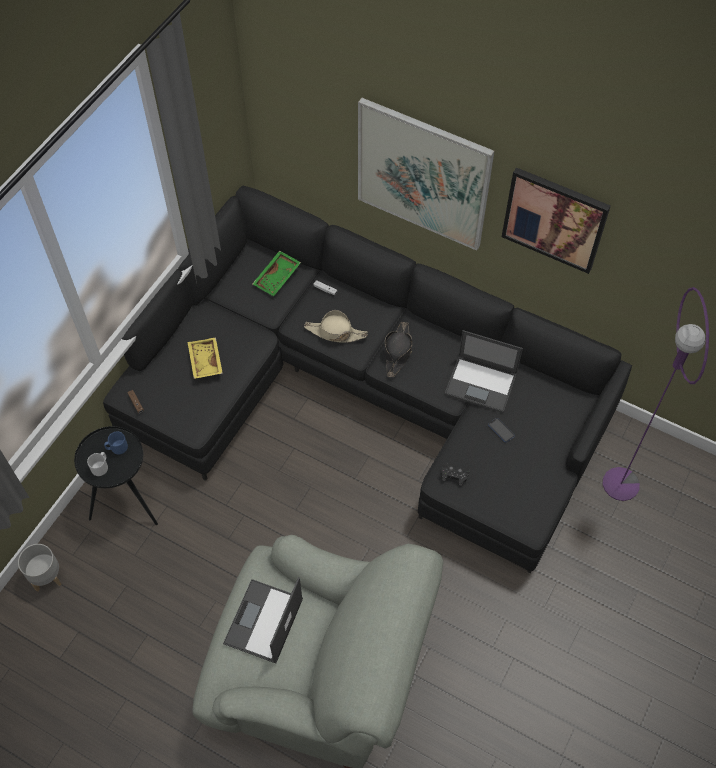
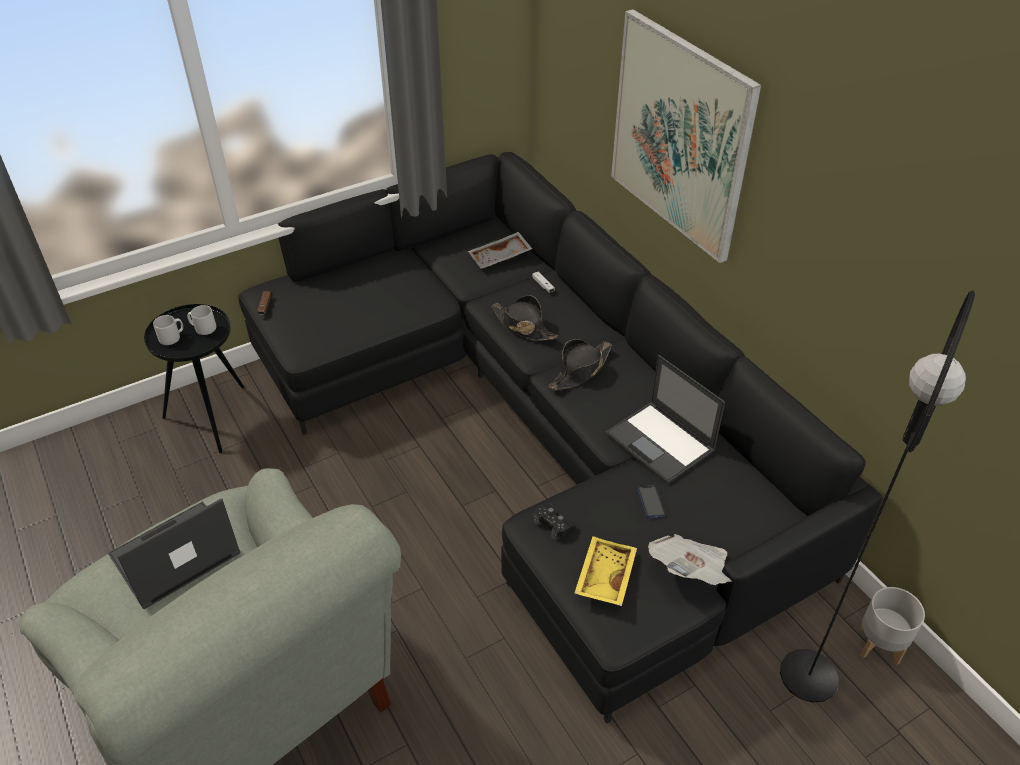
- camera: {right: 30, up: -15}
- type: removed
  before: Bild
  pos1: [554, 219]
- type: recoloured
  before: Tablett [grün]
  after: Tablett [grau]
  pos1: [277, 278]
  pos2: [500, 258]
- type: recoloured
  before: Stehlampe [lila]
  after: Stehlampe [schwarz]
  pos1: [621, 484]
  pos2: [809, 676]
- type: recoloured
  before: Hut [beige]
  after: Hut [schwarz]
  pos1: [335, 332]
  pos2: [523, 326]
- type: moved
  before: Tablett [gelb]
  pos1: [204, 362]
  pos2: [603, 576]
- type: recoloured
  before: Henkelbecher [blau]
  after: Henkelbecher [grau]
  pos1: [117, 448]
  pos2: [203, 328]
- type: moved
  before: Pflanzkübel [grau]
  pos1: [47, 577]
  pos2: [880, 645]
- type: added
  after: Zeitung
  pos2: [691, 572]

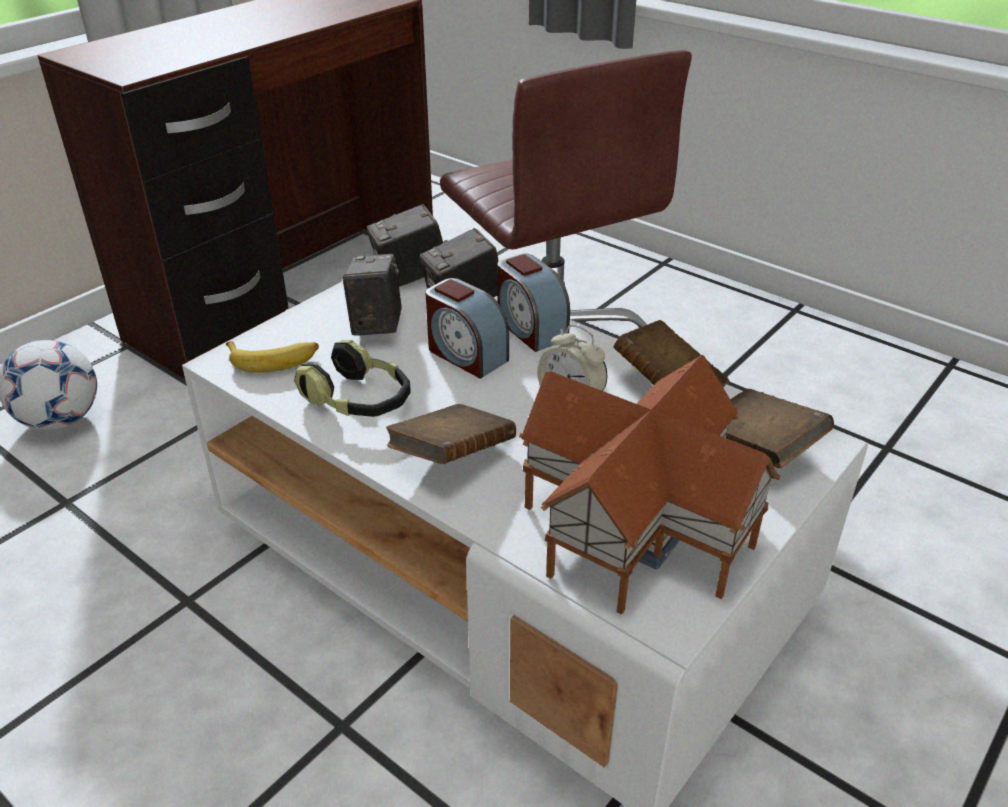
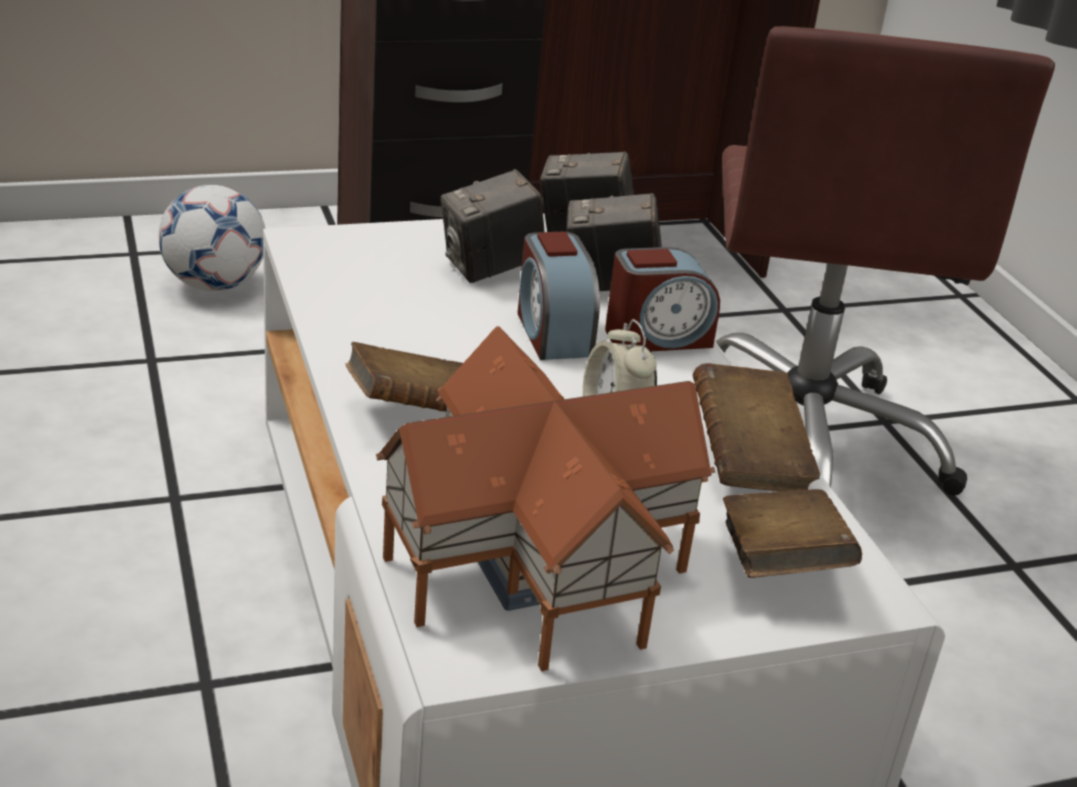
- camera: {right: 30, up: -5}
- type: turned
  before: Kamera
  pos1: [376, 325]
  pos2: [490, 268]
  turn: -150
- type: turned
  before: Wecker
  pos1: [530, 328]
  pos2: [657, 337]
  turn: -105
- type: removed
  before: Kopfhörer
  pos1: [359, 401]
- type: removed
  before: Banane
  pos1: [274, 360]

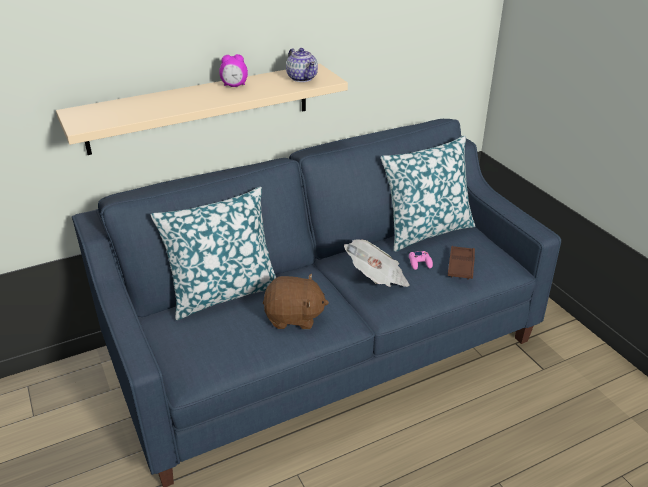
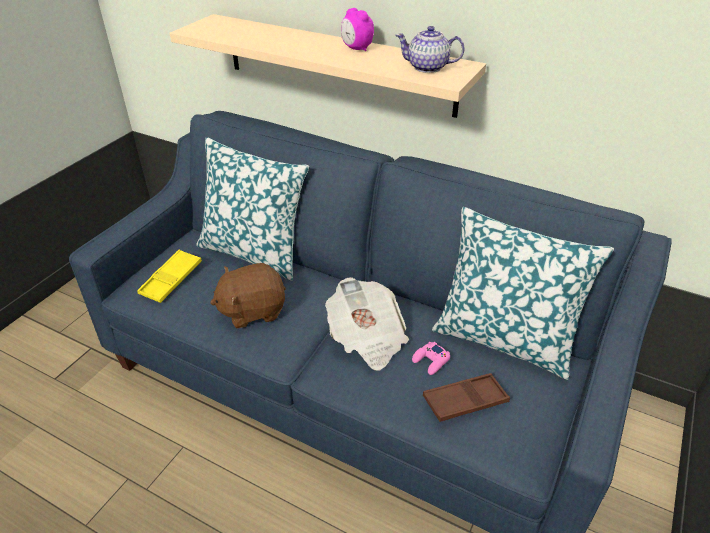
- camera: {right: 55, up: 5}
- type: turned
  before: Teekanne
  pos1: [302, 78]
  pos2: [428, 68]
  turn: 75
- type: turned
  before: Plüschtier [braun]
  pos1: [294, 317]
  pos2: [252, 310]
  turn: 105
- type: added
  after: Tablett [gelb]
  pos2: [171, 279]

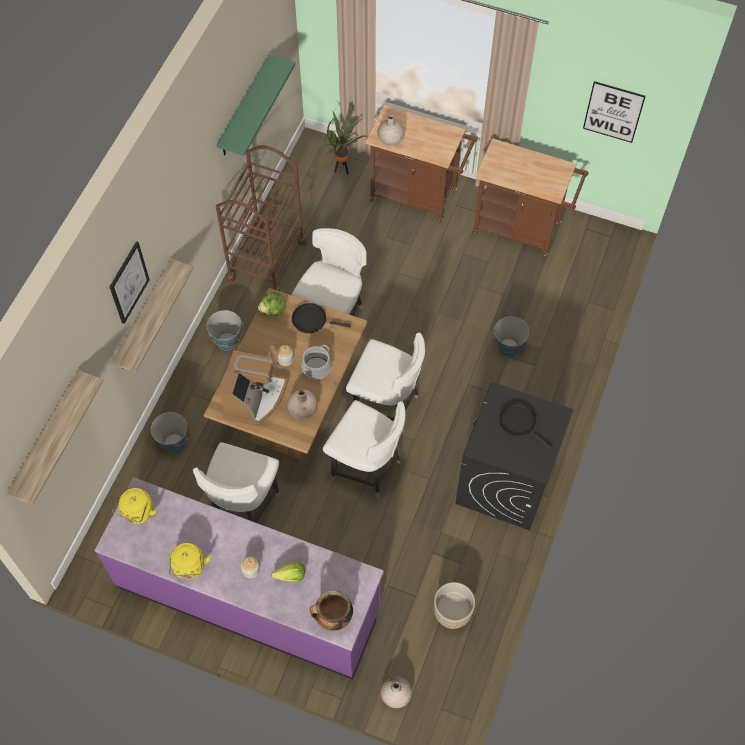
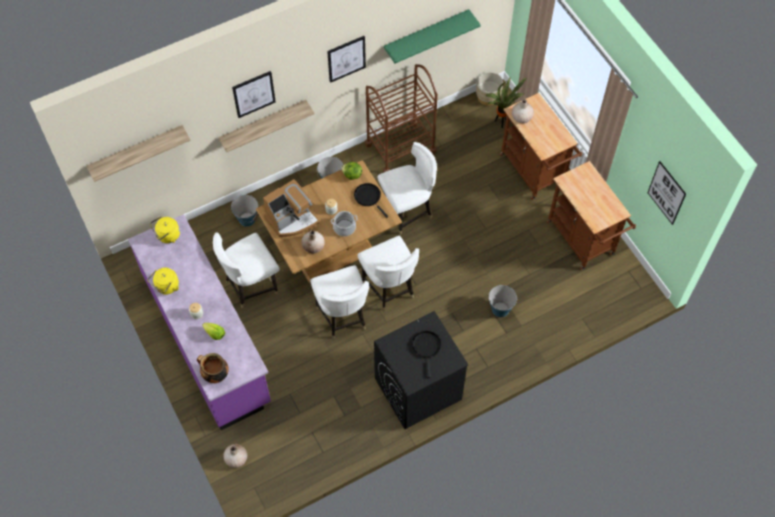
- camera: {right: 40, up: 0}
- type: moved
  before: Pflanzkübel [beige]
  pos1: [452, 613]
  pos2: [488, 97]
- type: added
  after: Bild
  pos2: [346, 58]

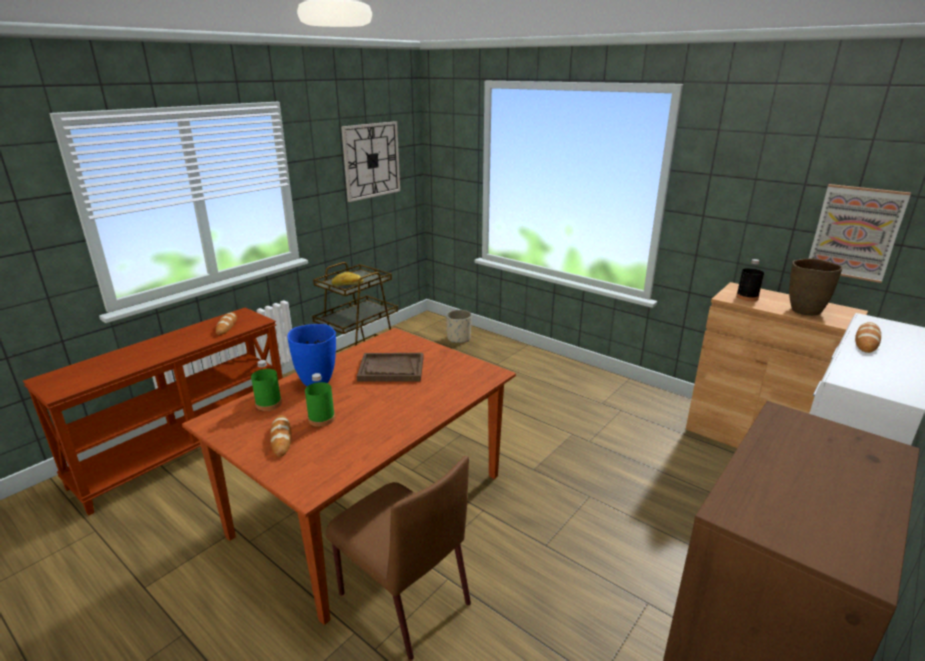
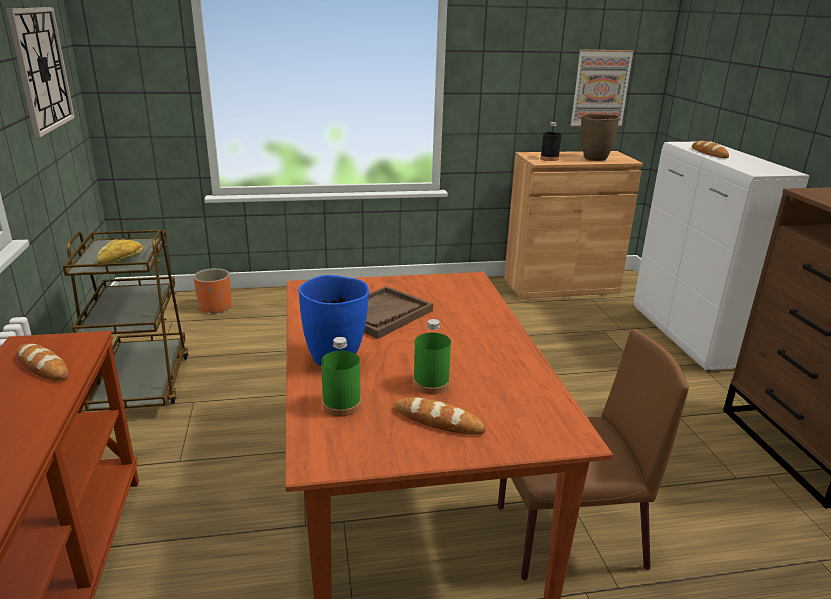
- camera: {right: -50, up: 0}
- type: recoloured
  before: Pflanzkübel [beige]
  after: Pflanzkübel [orange]
  pos1: [458, 338]
  pos2: [215, 307]

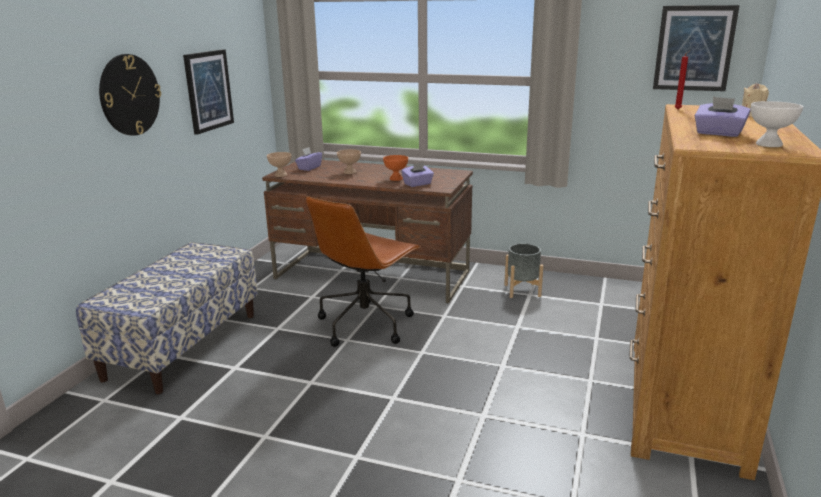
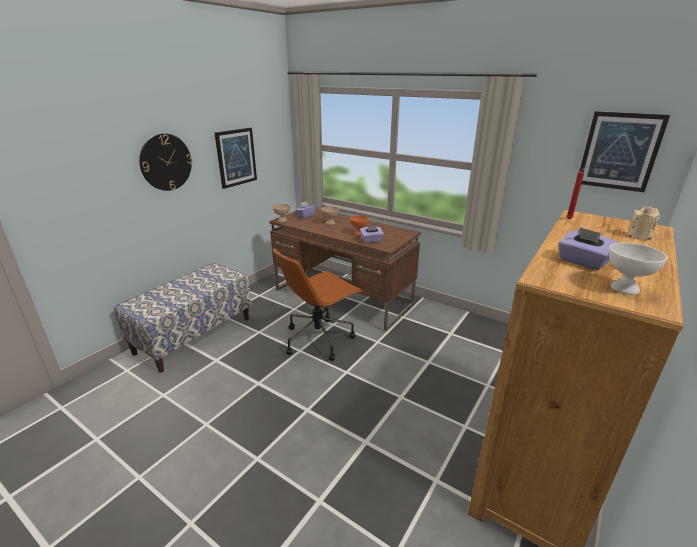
- camera: {right: 15, up: 5}
- type: removed
  before: Pflanzkübel [grau]
  pos1: [522, 290]

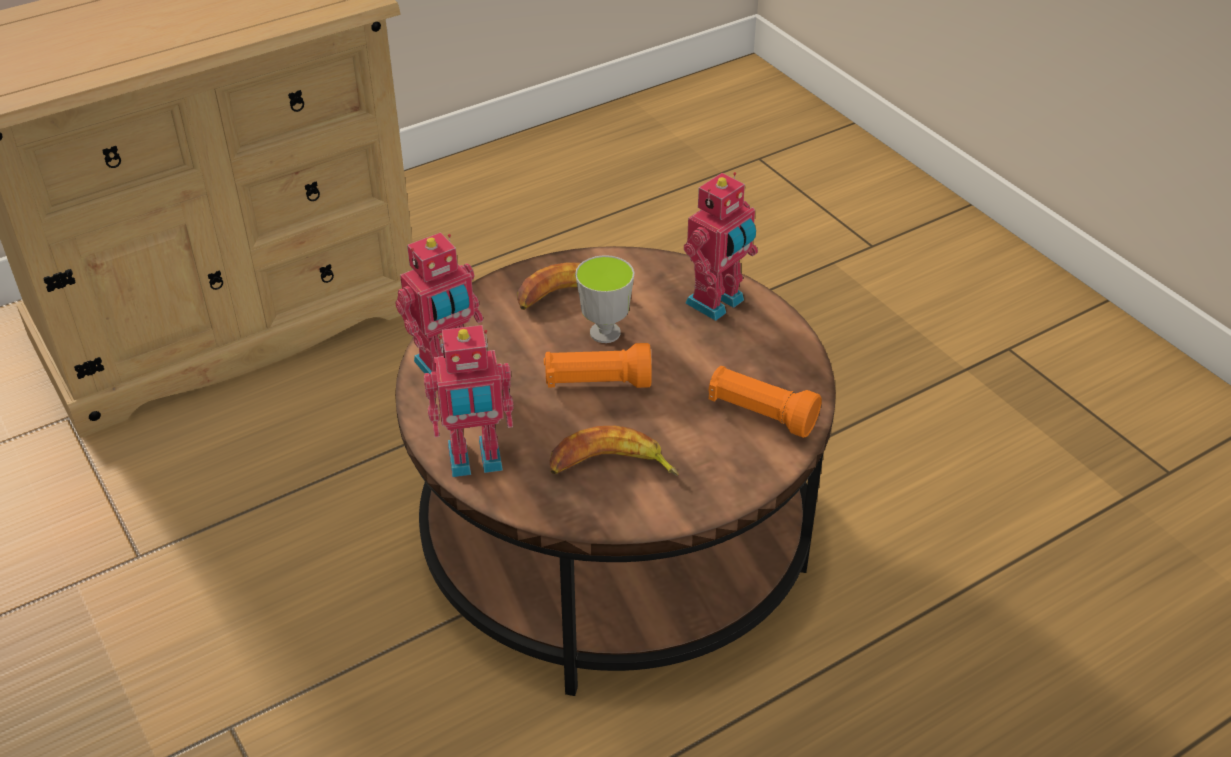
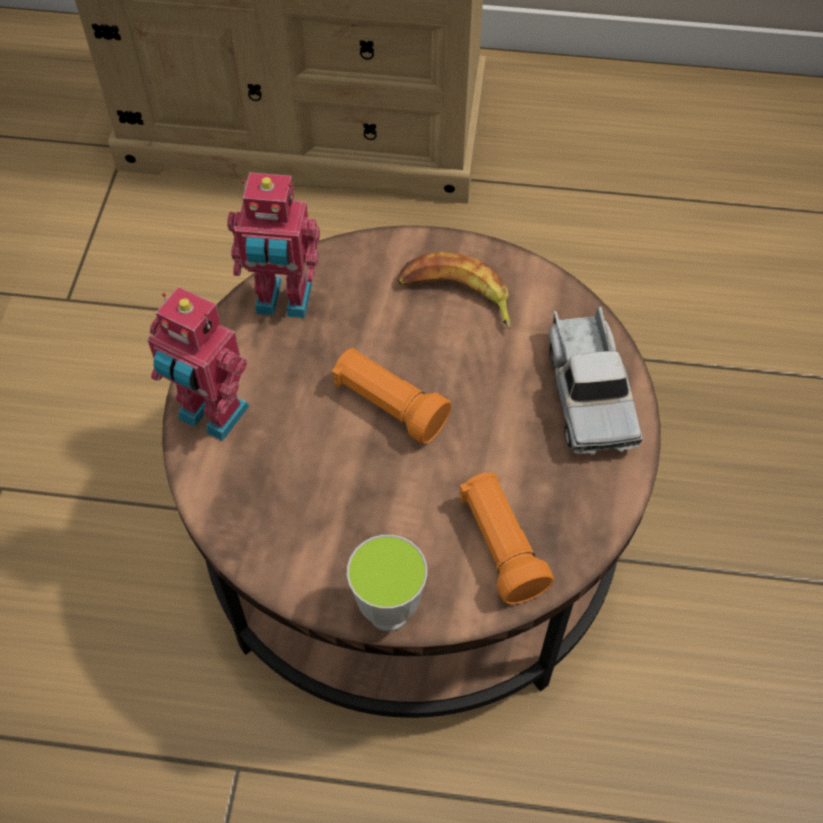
- camera: {right: 40, up: 15}
- type: replaced
  before: Spielzeugroboter
  after: Spielzeuglaster
  pos1: [718, 303]
  pos2: [588, 392]
- type: moved
  before: Tasse
  pos1: [605, 333]
  pos2: [388, 612]
- type: removed
  before: Banane
  pos1: [611, 467]

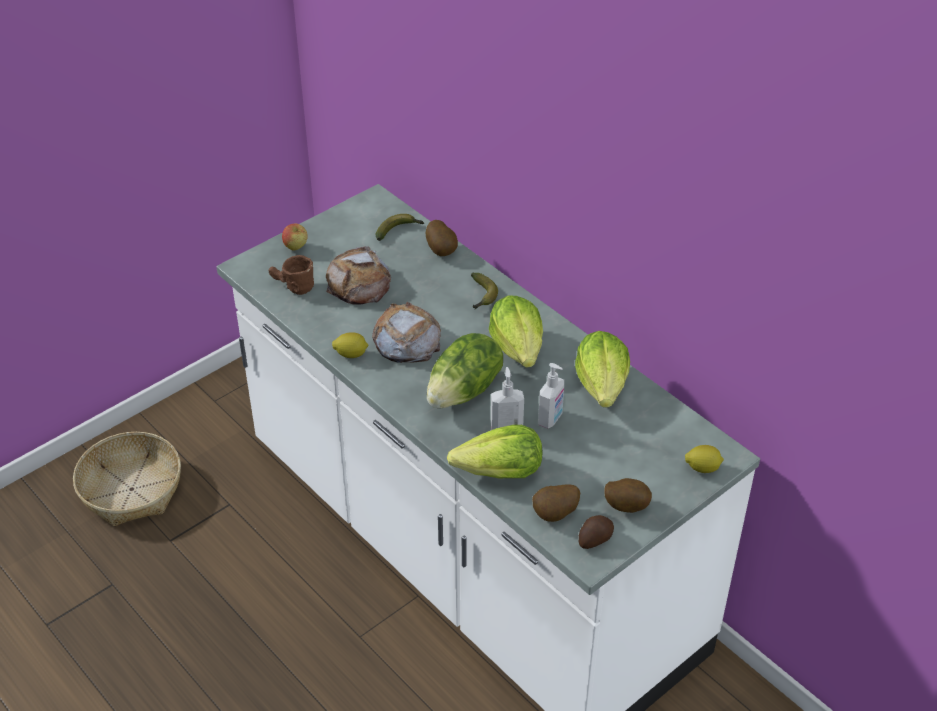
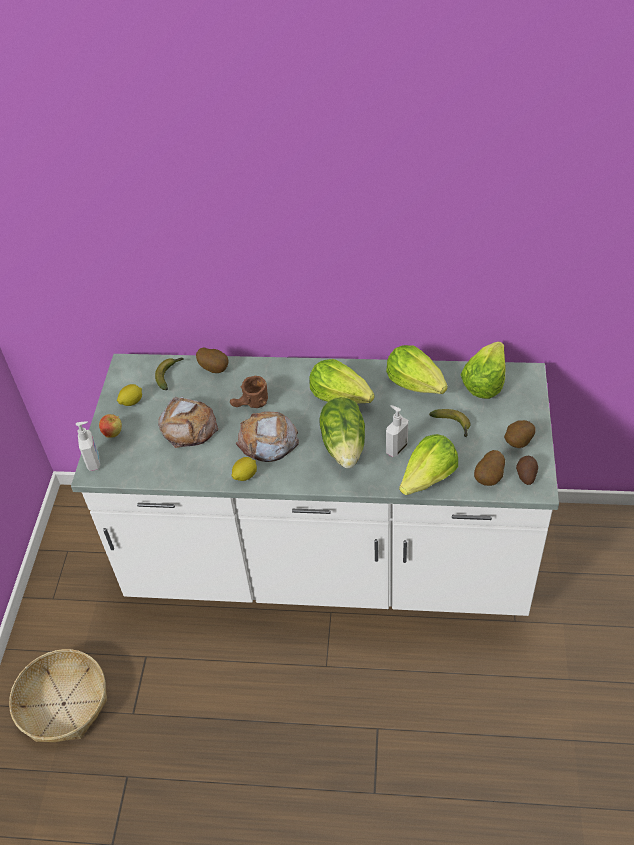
- camera: {right: -40, up: 5}
- type: moved
  before: Henkelbecher [braun]
  pos1: [291, 287]
  pos2: [250, 405]
- type: moved
  before: Banane
  pos1: [482, 296]
  pos2: [453, 425]
- type: moved
  before: Seifenspender
  pos1: [551, 419]
  pos2: [94, 462]
- type: moved
  before: Zitrone
  pos1: [702, 468]
  pos2: [131, 402]
- type: added
  after: Salatkopf
  pos2: [484, 382]

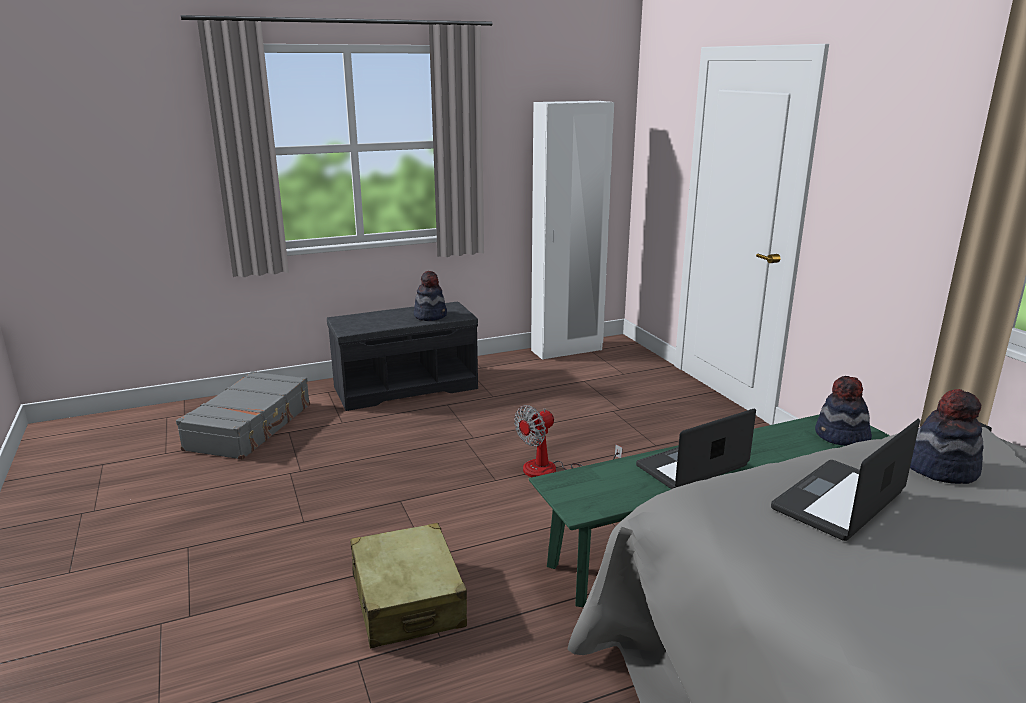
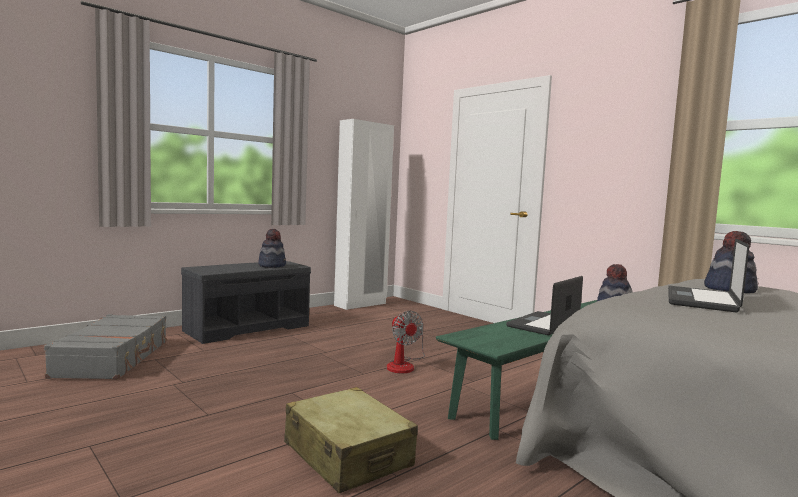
- camera: {right: -20, up: -15}
- type: turned
  before: Ventilator
  pos1: [552, 471]
  pos2: [404, 365]
  turn: -60

